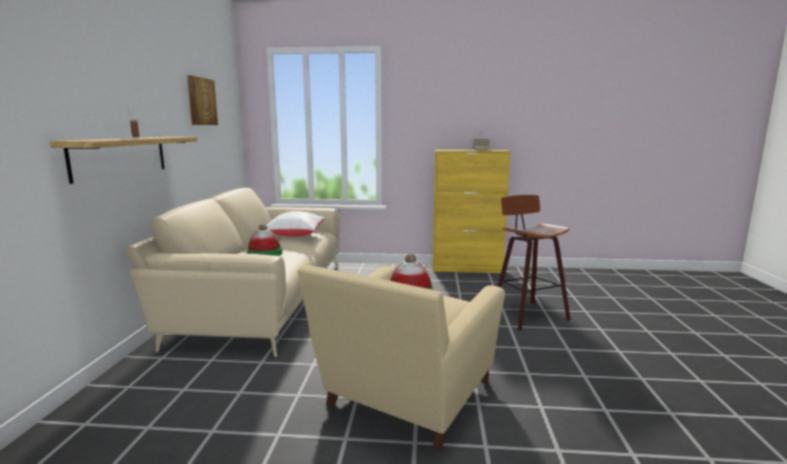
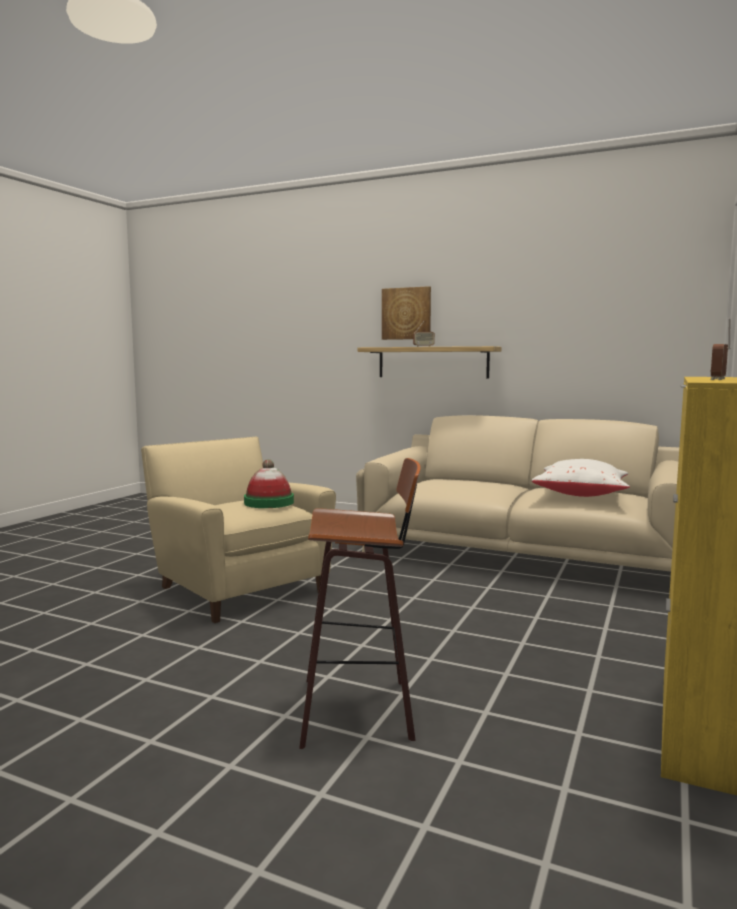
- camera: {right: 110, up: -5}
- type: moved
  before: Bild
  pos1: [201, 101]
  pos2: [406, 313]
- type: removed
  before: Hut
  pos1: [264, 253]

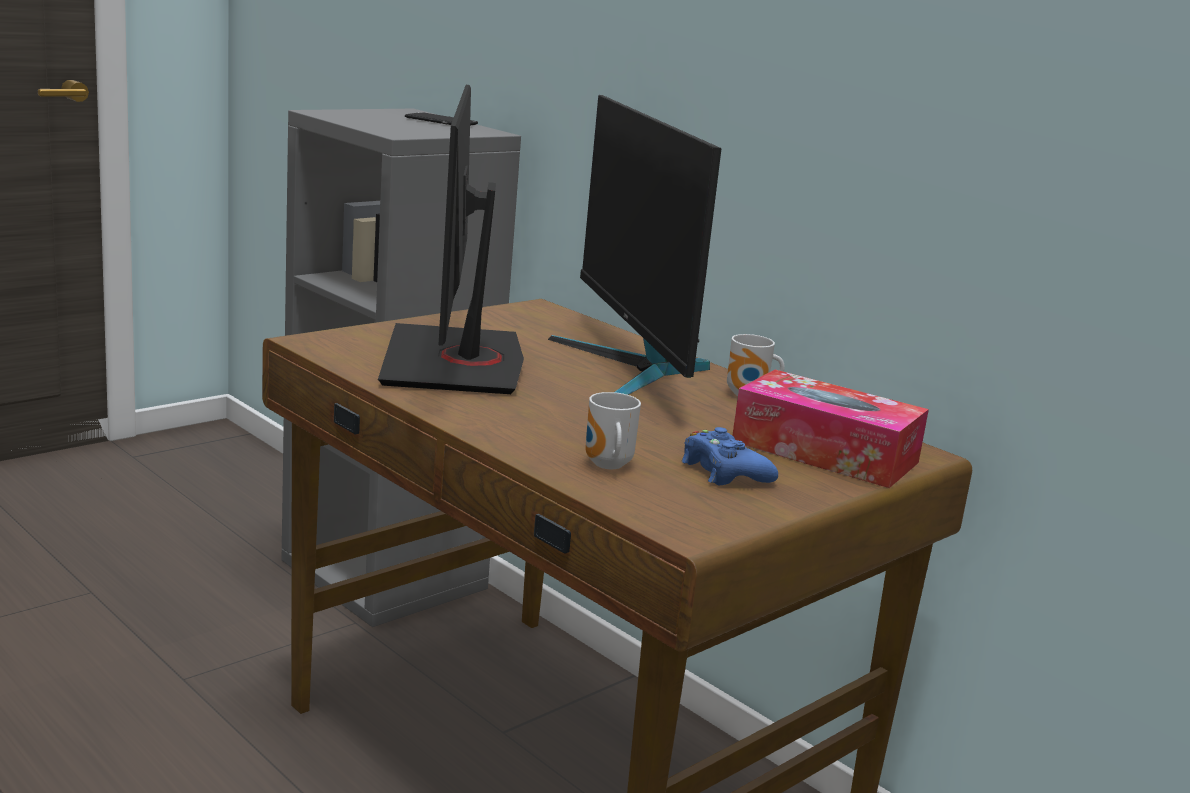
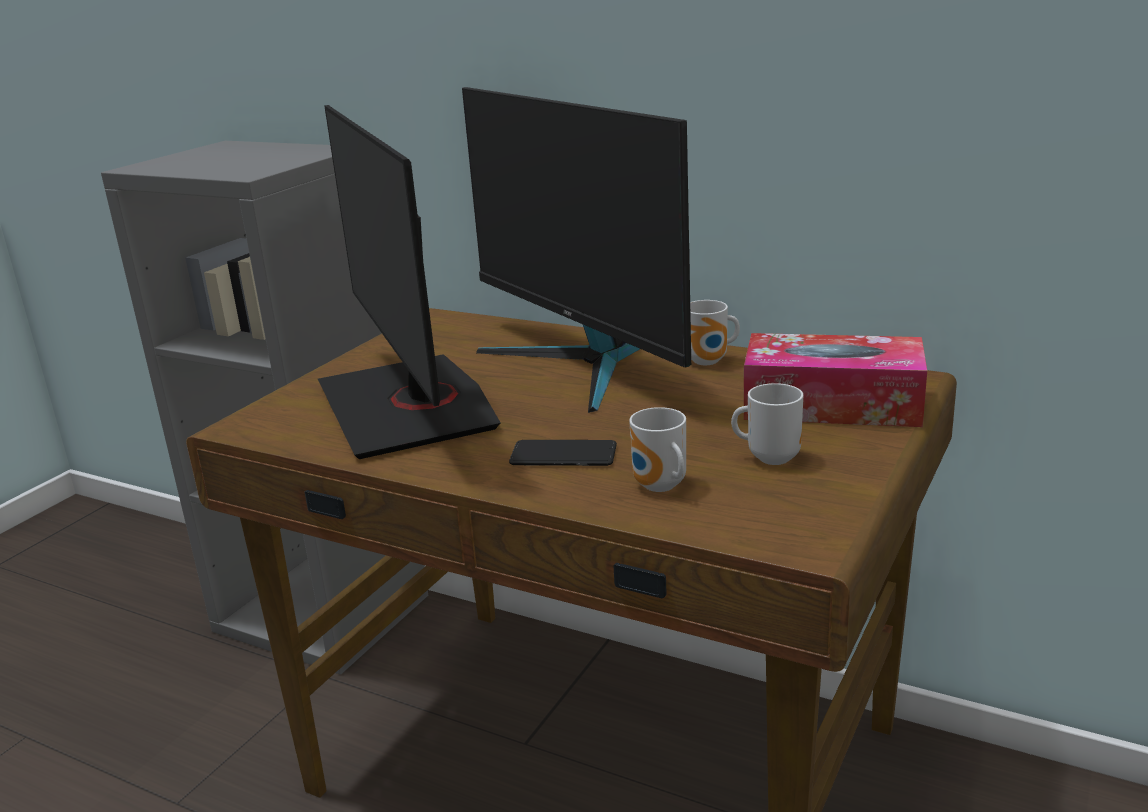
- camera: {right: -15, up: 5}
- type: moved
  before: Handy
  pos1: [441, 121]
  pos2: [563, 455]
- type: replaced
  before: Gamepad [blau]
  after: Henkelbecher
  pos1: [724, 471]
  pos2: [770, 457]

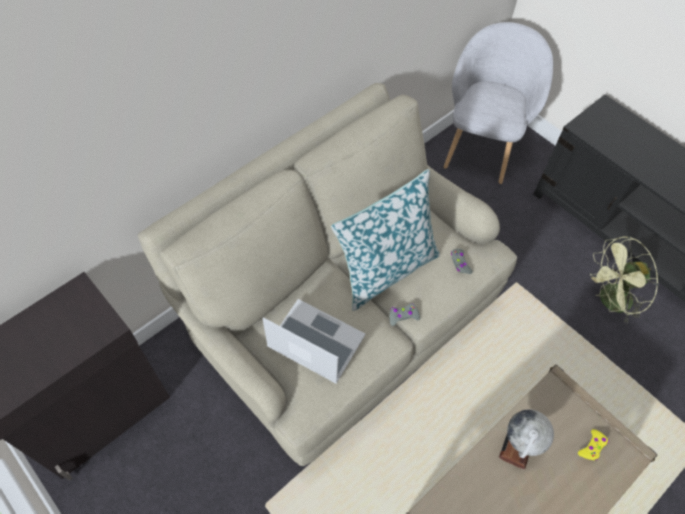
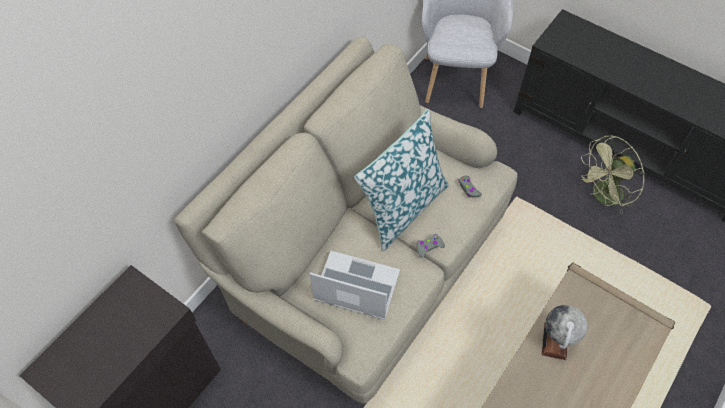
- camera: {right: -10, up: 0}
- type: removed
  before: Gamepad [gelb]
  pos1: [592, 447]

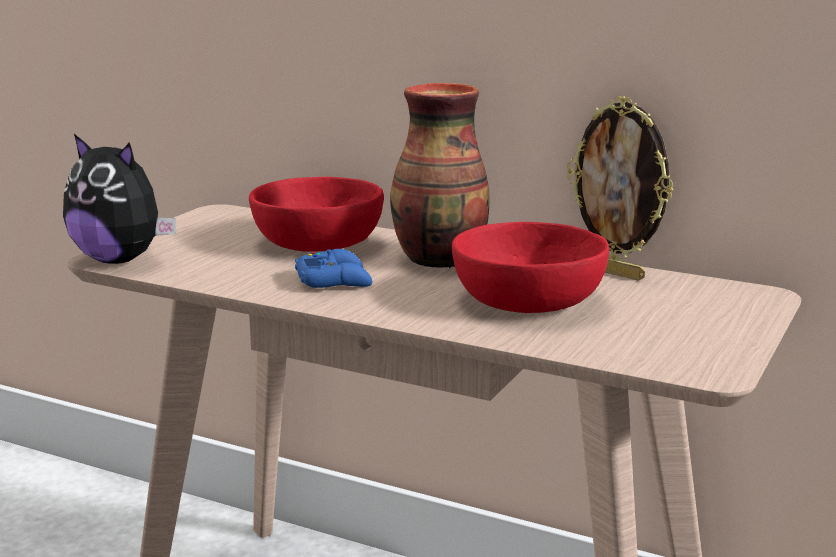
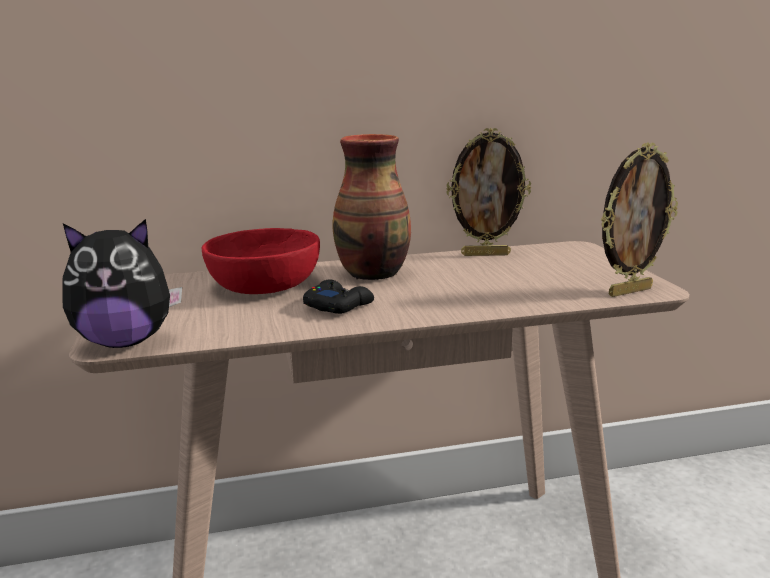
- camera: {right: -40, up: 0}
- type: removed
  before: Schüssel [rot]
  pos1: [527, 300]
- type: recoloured
  before: Gamepad [blau]
  after: Gamepad [schwarz]
  pos1: [334, 280]
  pos2: [338, 305]
- type: added
  after: Bilderrahmen
  pos2: [629, 291]

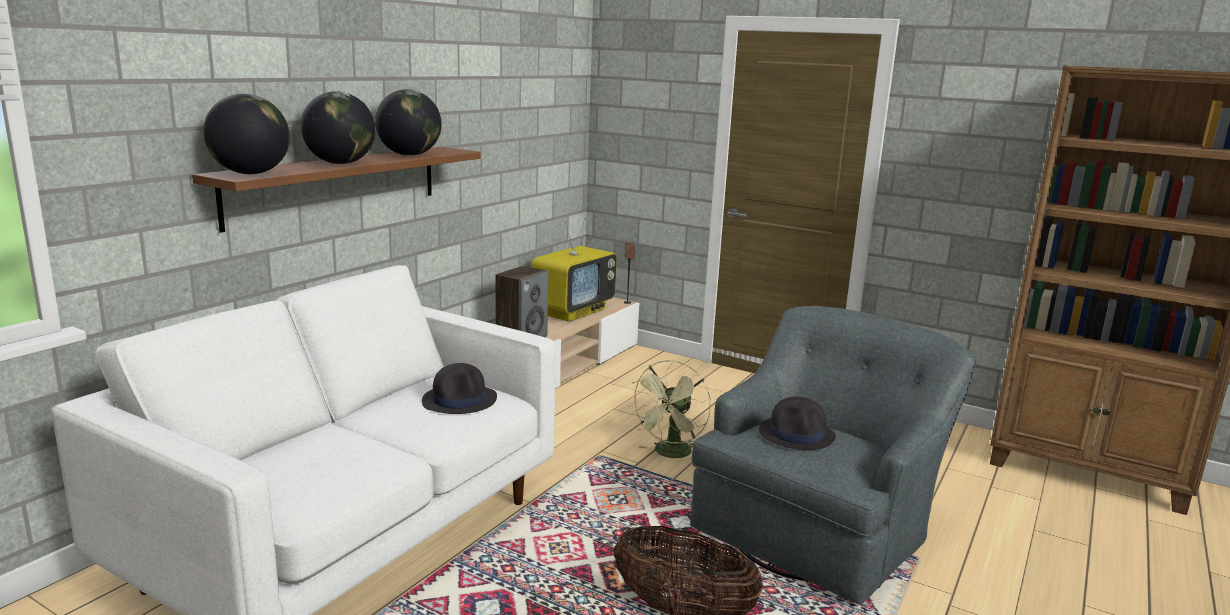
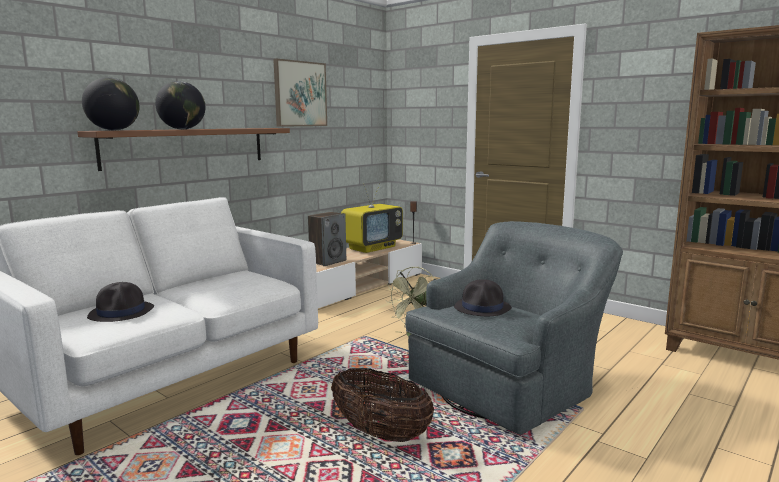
- camera: {right: 10, up: -5}
- type: removed
  before: Globus
  pos1: [409, 155]
- type: moved
  before: Hut [schwarz]
  pos1: [460, 400]
  pos2: [122, 312]
- type: added
  after: Bild
  pos2: [300, 94]

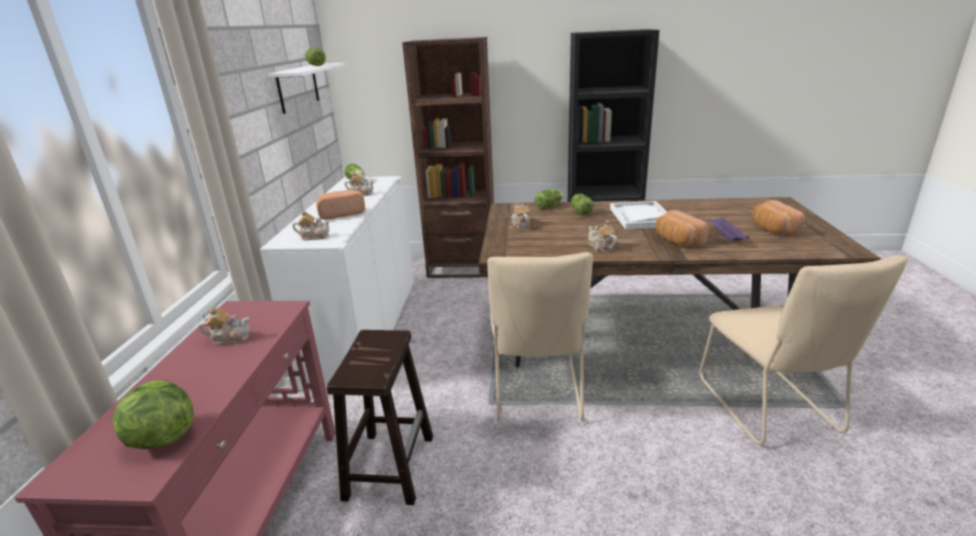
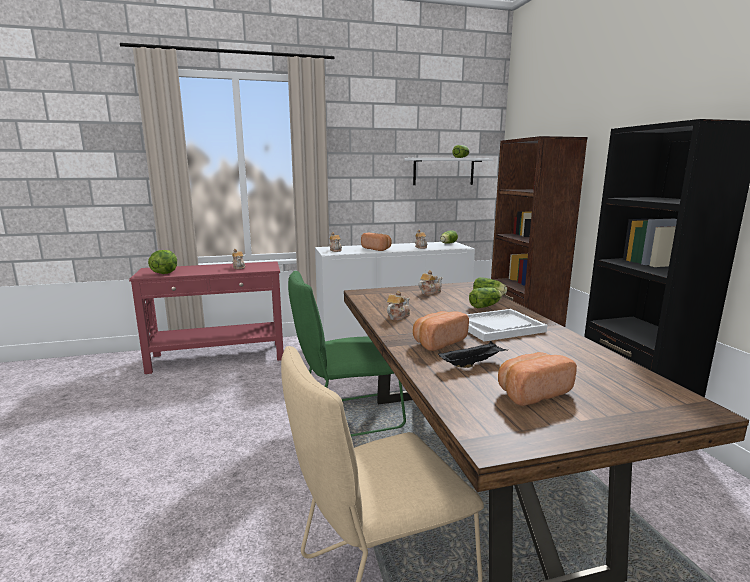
- camera: {right: 70, up: -10}
- type: recoloured
  before: Tablett [lila]
  after: Tablett [schwarz]
  pos1: [725, 237]
  pos2: [472, 364]
- type: recoloured
  before: Stuhl [beige]
  after: Stuhl [grün]
  pos1: [537, 393]
  pos2: [346, 417]
- type: removed
  before: Hocker [braun]
  pos1: [390, 465]

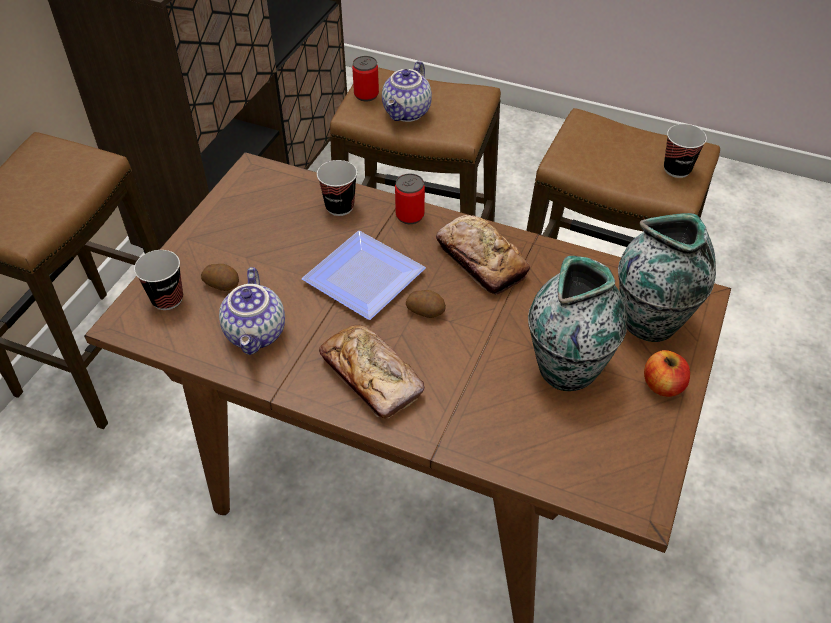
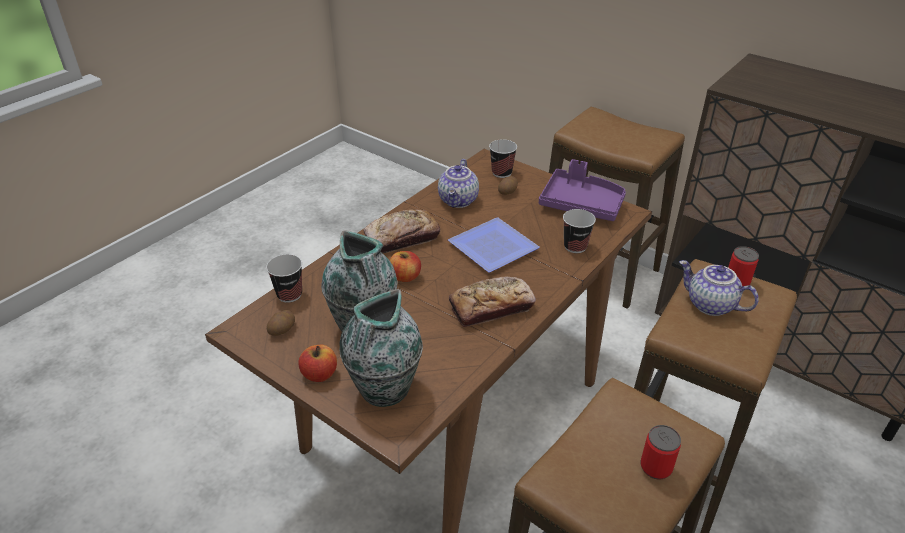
- camera: {right: 105, up: -10}
- type: moved
  before: Tasse
  pos1: [677, 169]
  pos2: [289, 294]
- type: moved
  before: Dose
  pos1: [410, 215]
  pos2: [656, 467]
- type: turned
  before: Teekanne
  pos1: [257, 333]
  pos2: [459, 201]
  turn: -90
- type: moved
  before: Kartoffel
  pos1: [426, 311]
  pos2: [283, 330]
- type: added
  after: Tablett [lila]
  pos2: [581, 204]
- type: added
  after: Apfel
  pos2: [405, 277]

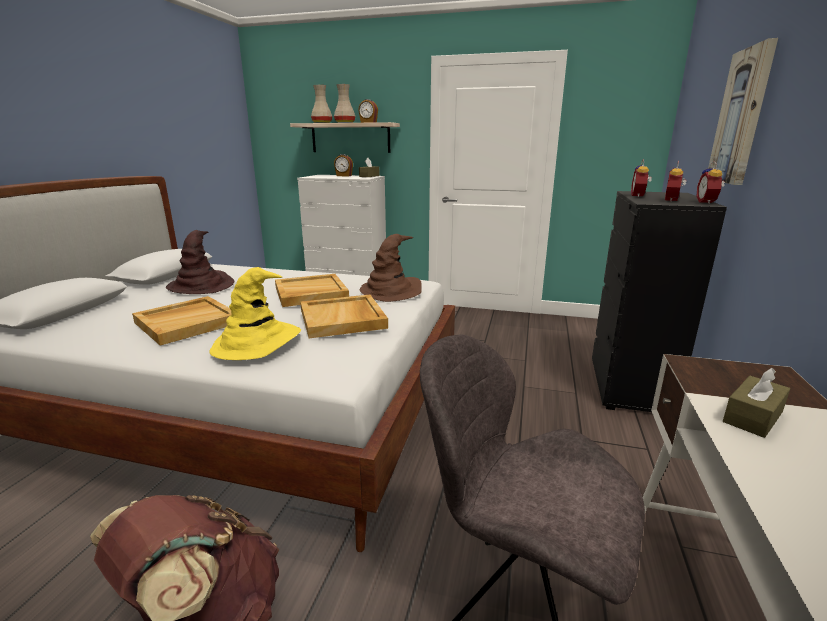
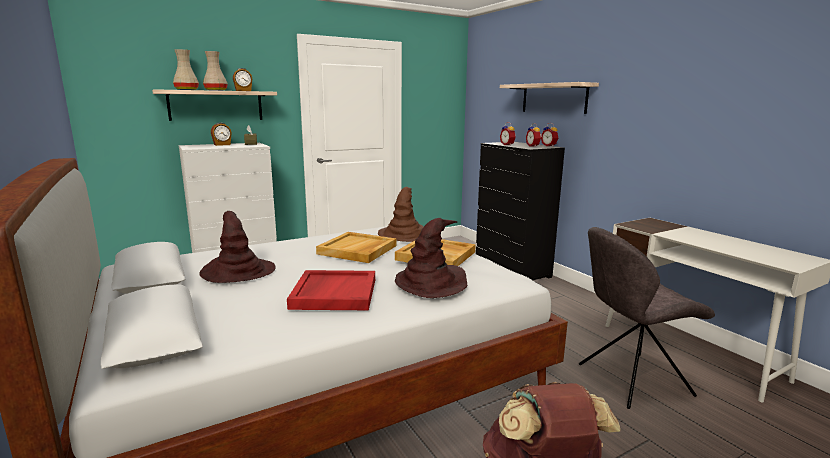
- camera: {right: -45, up: -5}
- type: replaced
  before: Bild
  after: Wandregal
  pos1: [741, 117]
  pos2: [553, 98]
- type: recoloured
  before: Hut [gelb]
  after: Hut [braun]
  pos1: [257, 342]
  pos2: [431, 283]
- type: recoloured
  before: Tablett [beige]
  after: Tablett [rot]
  pos1: [188, 322]
  pos2: [334, 293]
- type: removed
  before: Taschentuchbox [braun]
  pos1: [752, 417]

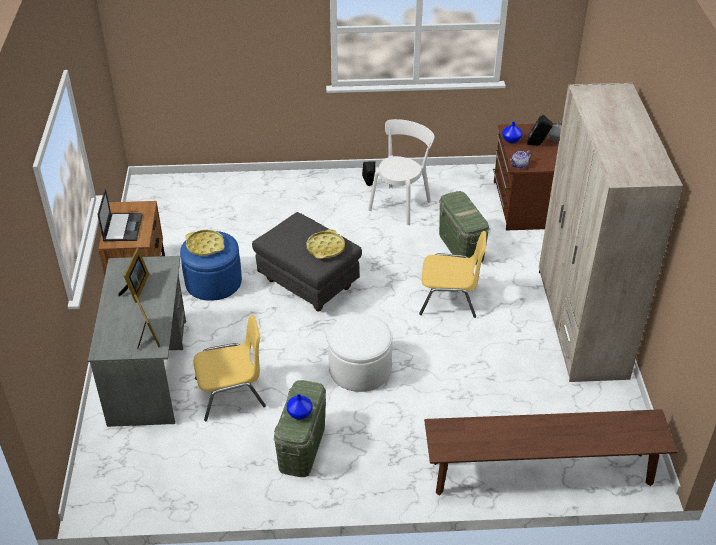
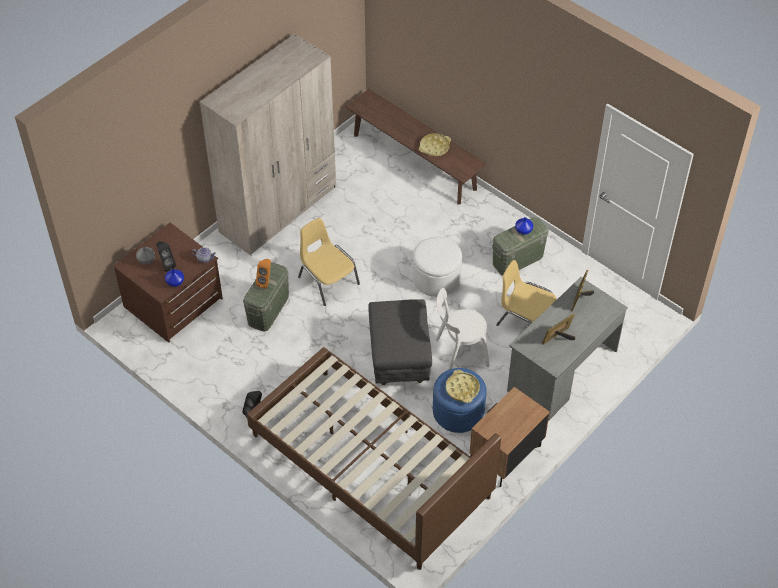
- camera: {right: -135, up: 10}
- type: moved
  before: Stuhl [weiß]
  pos1: [401, 203]
  pos2: [459, 353]
- type: removed
  before: Laptop
  pos1: [122, 227]
- type: moved
  before: Tablett [gelb]
  pos1: [325, 248]
  pos2: [434, 147]
- type: added
  after: Lautsprecher [orange]
  pos2: [265, 282]
- type: added
  after: Bett [braun]
  pos2: [370, 466]

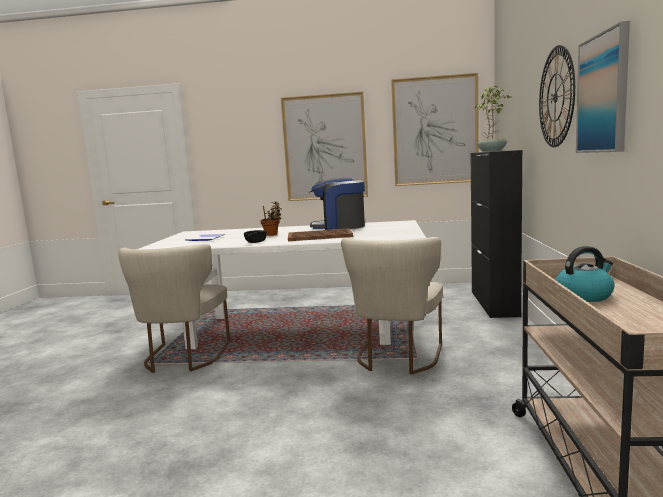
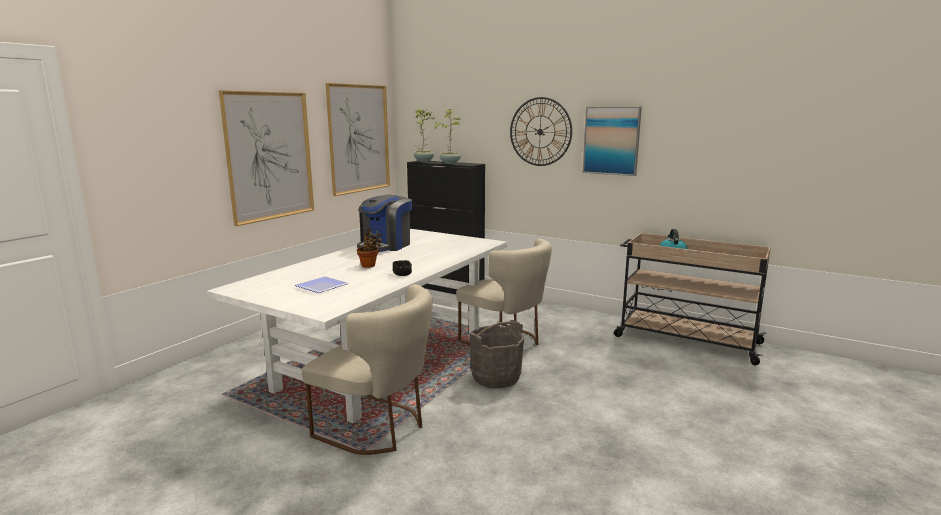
- camera: {right: -65, up: 5}
- type: removed
  before: Tablett [braun]
  pos1: [319, 236]
- type: added
  after: Eimer [grau]
  pos2: [496, 377]

